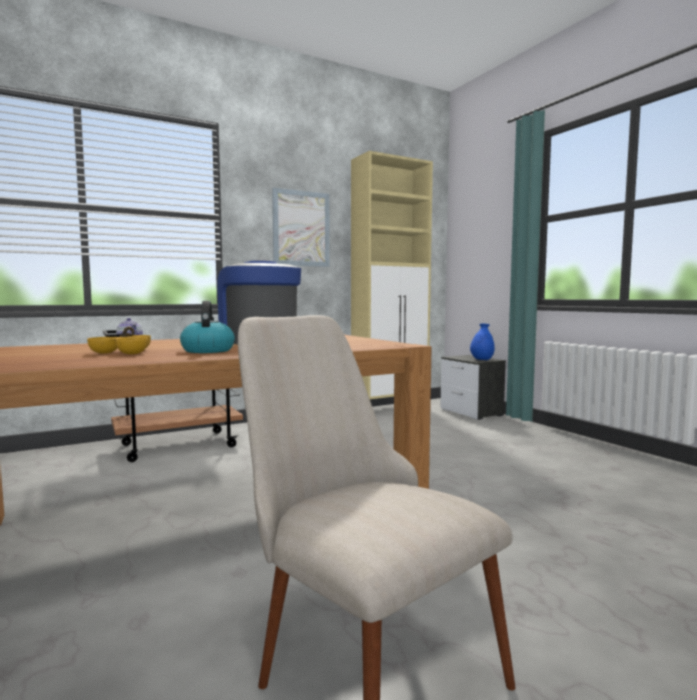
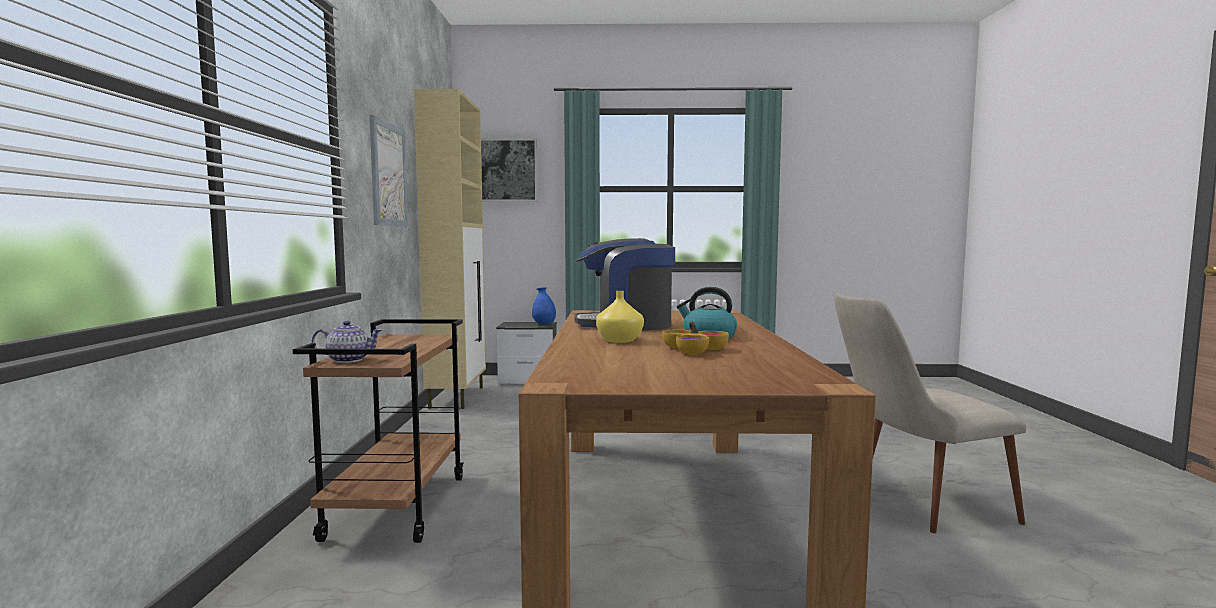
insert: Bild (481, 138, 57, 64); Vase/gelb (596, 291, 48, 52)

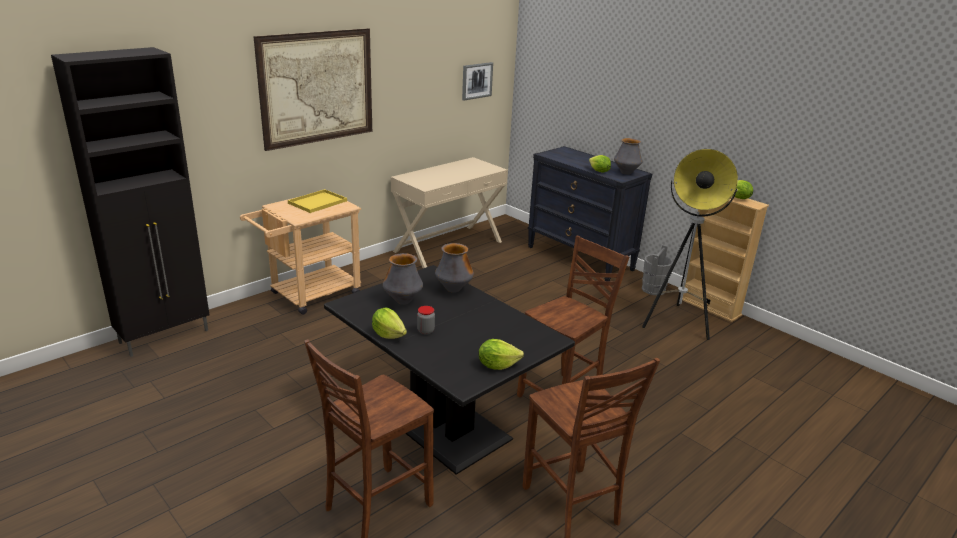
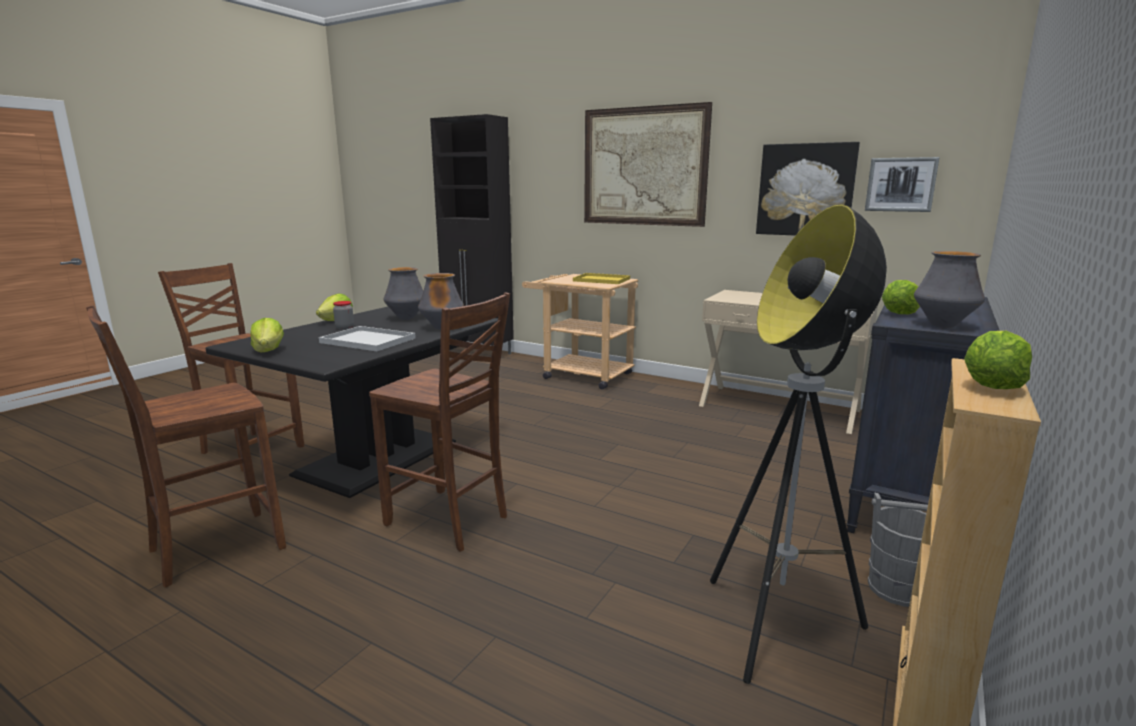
insert: Tablett/weiß (319, 326, 97, 25); Bild (756, 142, 104, 94)

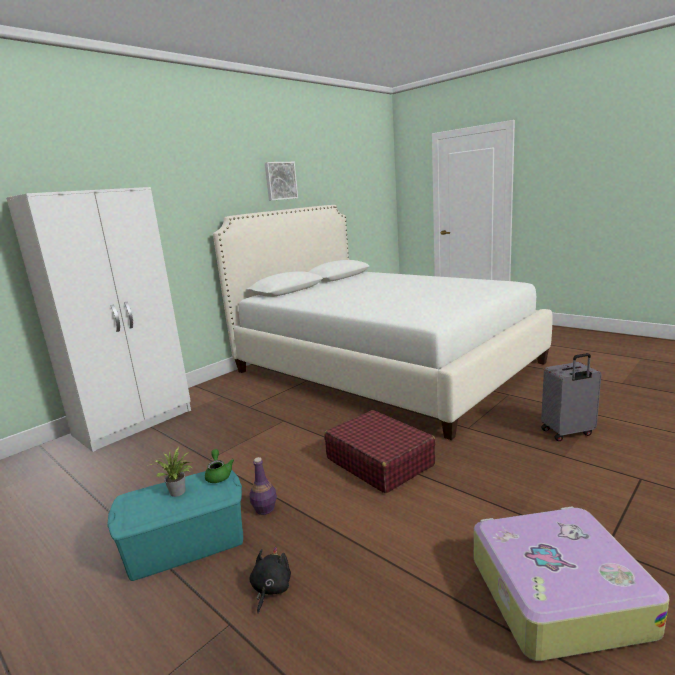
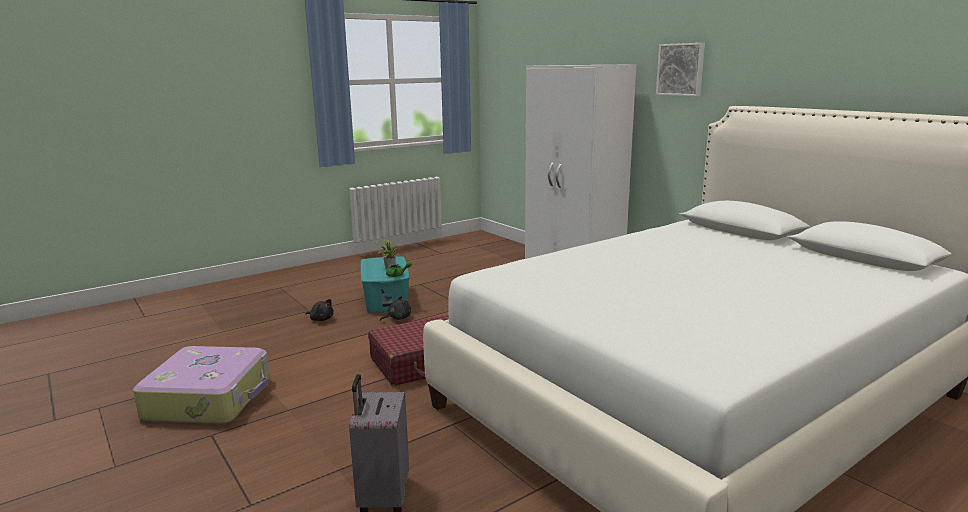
move: Bild (265, 162, 33, 39) to (656, 43, 49, 53)
replace: Flasche/lila (249, 457, 28, 58) to Plüschtier/schwarz (380, 296, 31, 25)

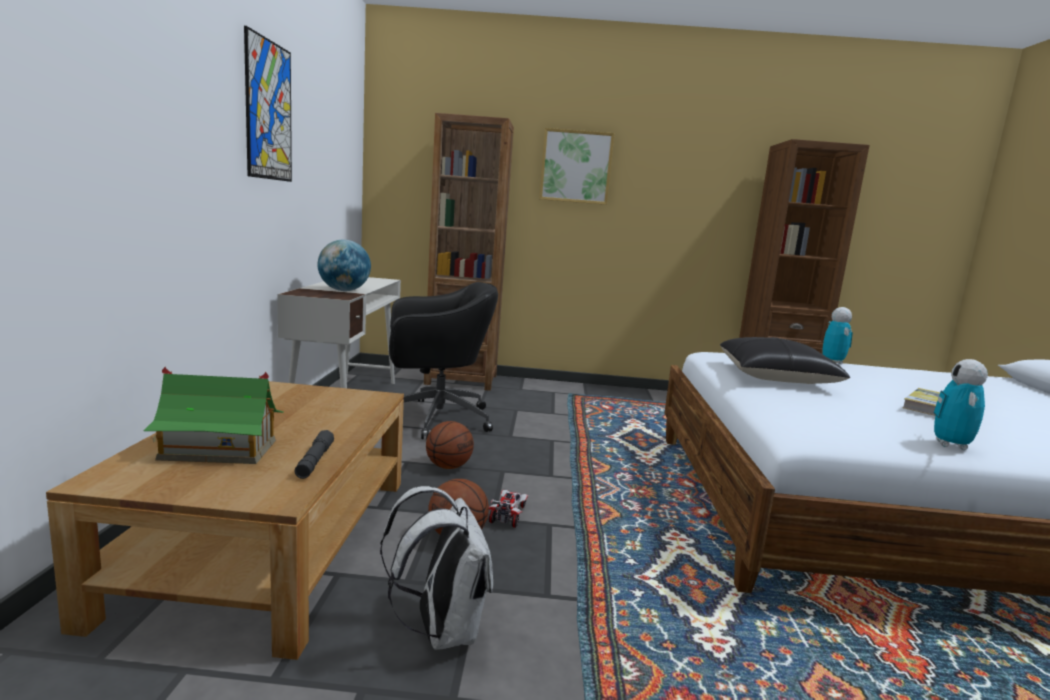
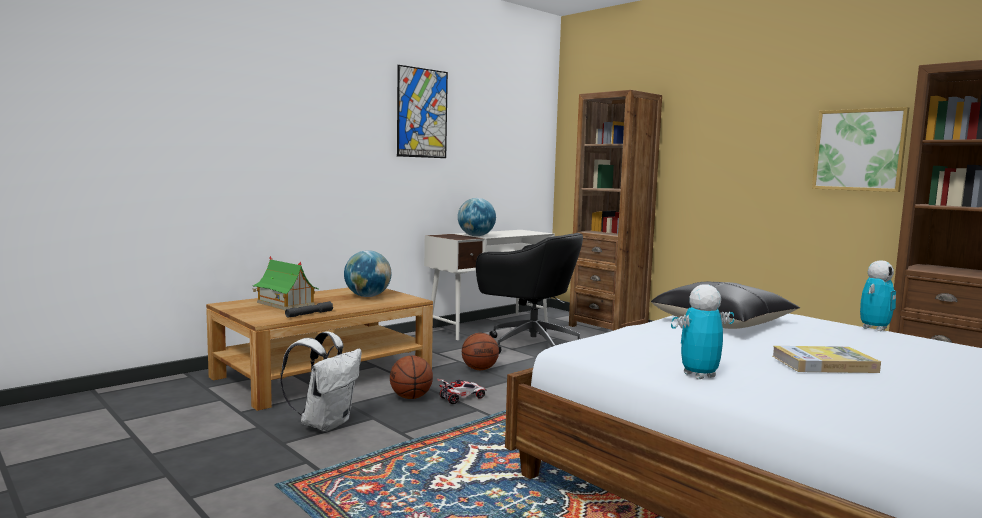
insert: Globus (344, 250, 48, 47)
move: Bild (539, 128, 76, 77) to (812, 107, 97, 85)

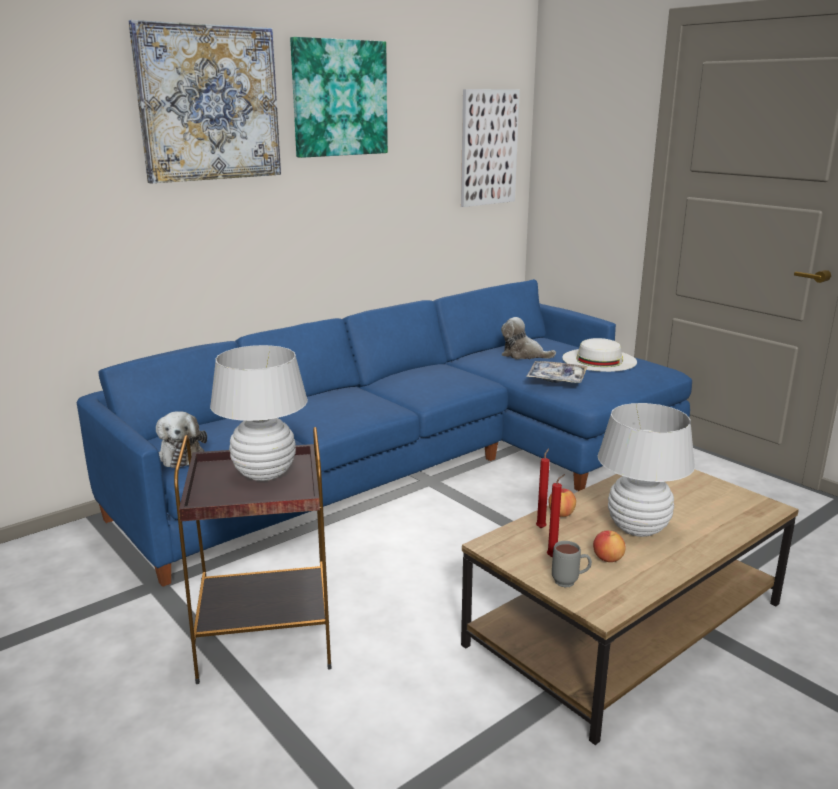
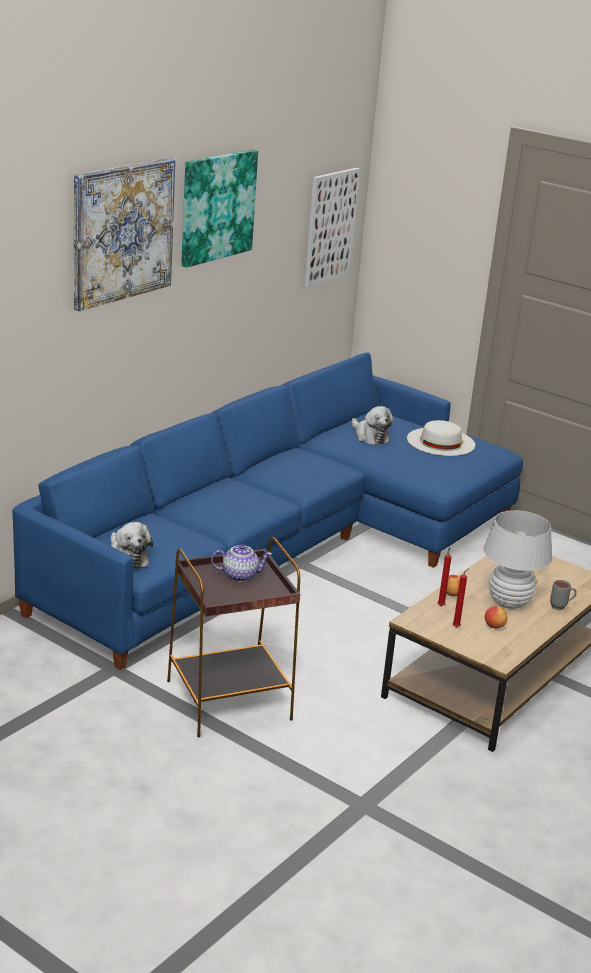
delete: Tablett (526, 361, 62, 22)
move: Henkelbecher/grau (552, 541, 40, 47) to (550, 580, 27, 30)
replace: Tischlampe/weiß (210, 345, 98, 136) to Teekanne (211, 544, 61, 38)
rotate: Plüschtier (501, 317, 55, 42) = (352, 406, 41, 39) 135 degrees counterclockwise

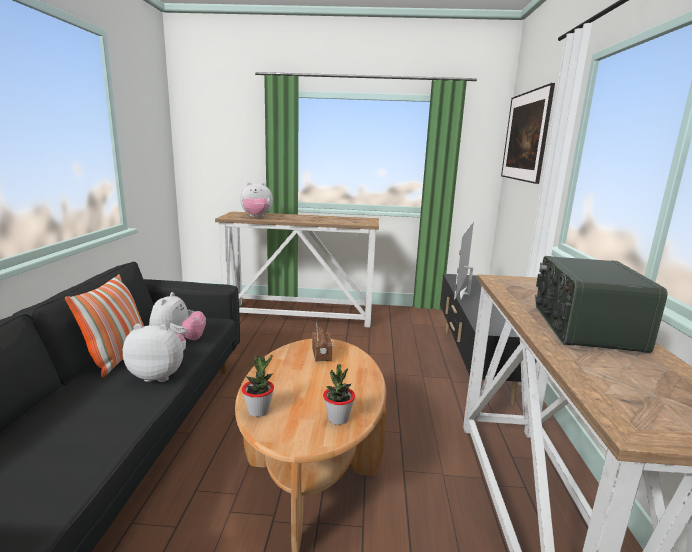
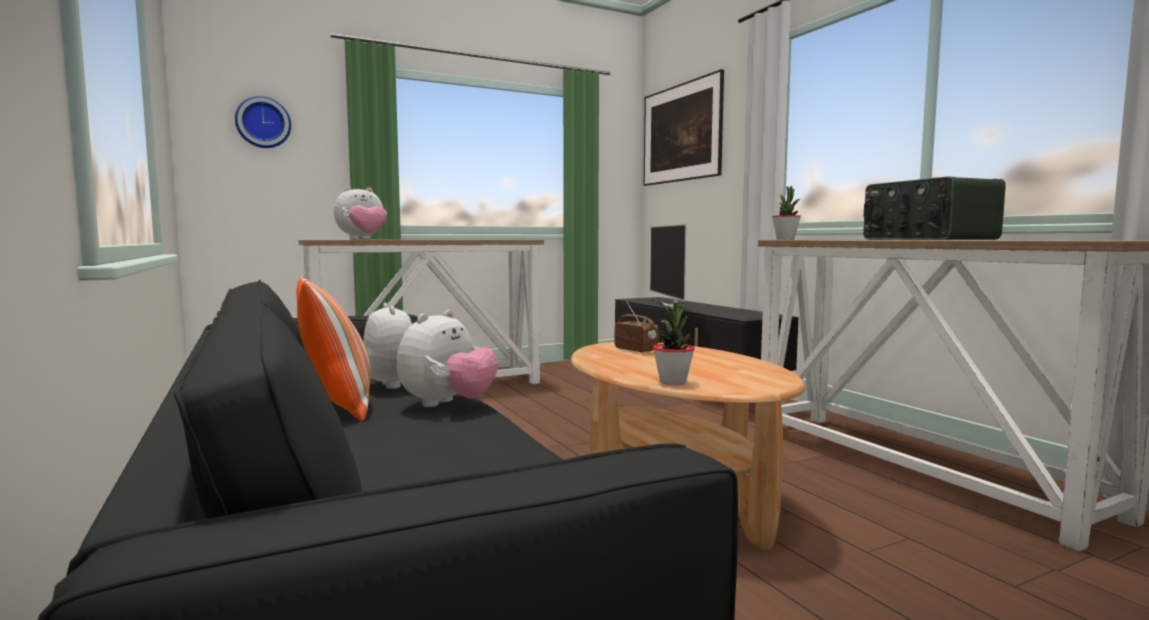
insert: Wanduhr (235, 96, 56, 52)
move: Topfpflanze (323, 364, 32, 61) to (772, 186, 29, 54)
rotate: Plüschtier (123, 324, 63, 58) = (397, 310, 102, 97) 150 degrees clockwise

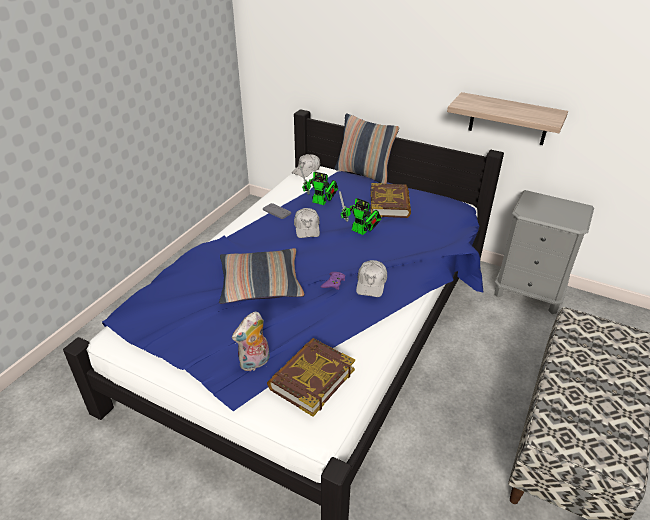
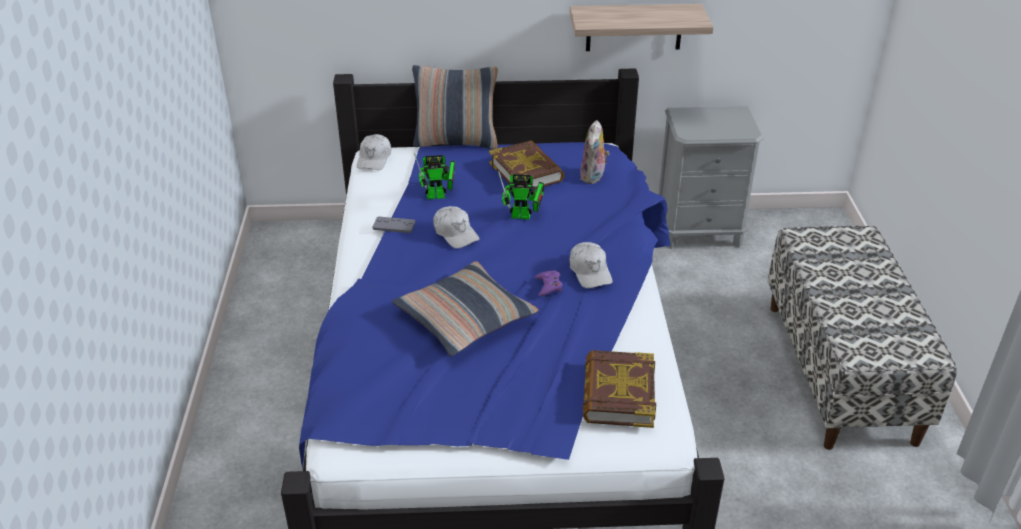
move: Plüschtier (232, 311, 38, 60) to (580, 120, 29, 64)

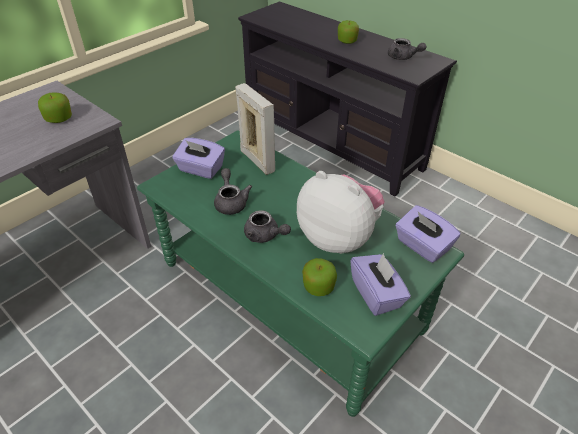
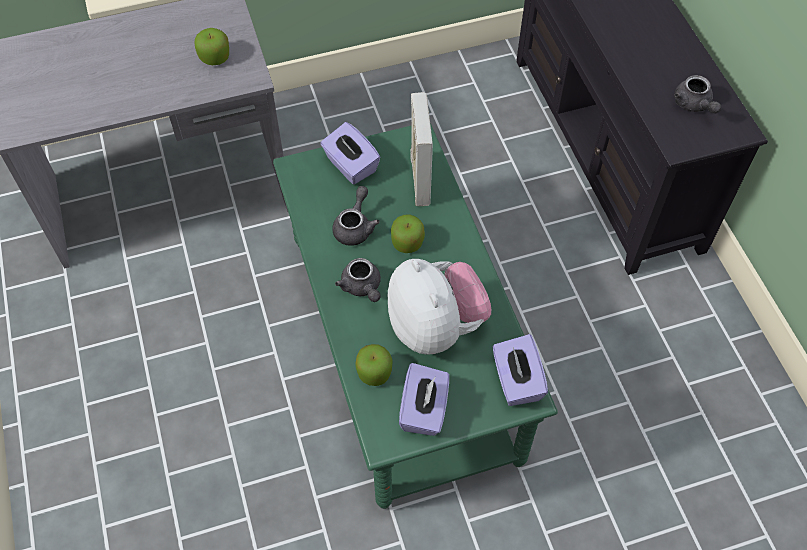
move: Apfel (338, 20, 21, 24) to (391, 214, 34, 39)

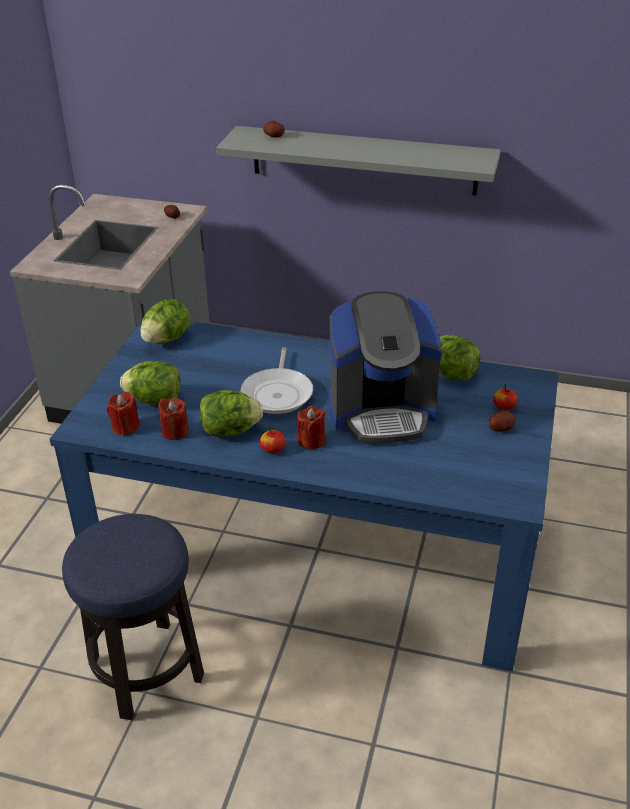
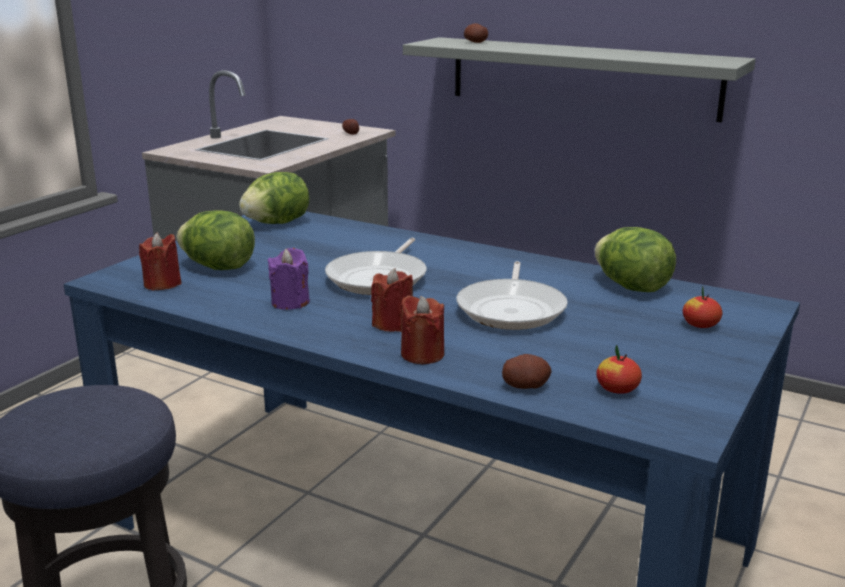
move: Kerze/rot (158, 398, 31, 42) to (400, 295, 44, 69); Apfel (260, 426, 26, 27) to (596, 345, 46, 49); Kartoffel (489, 411, 27, 21) to (502, 354, 50, 35)
replace: Salatkopf (200, 390, 63, 47) to Kerze/lila (268, 248, 42, 62); Kaffeemaschine (330, 291, 113, 152) to Pfanne (456, 261, 112, 69)

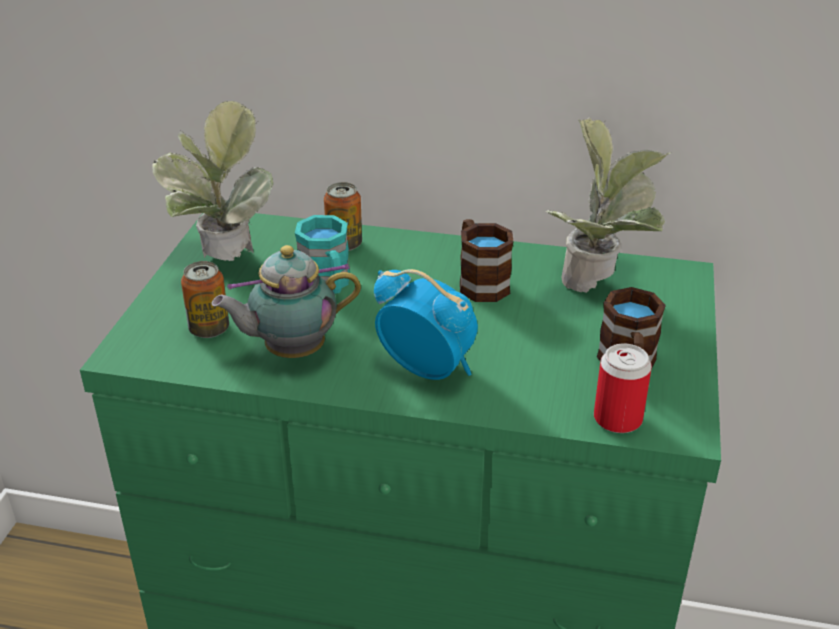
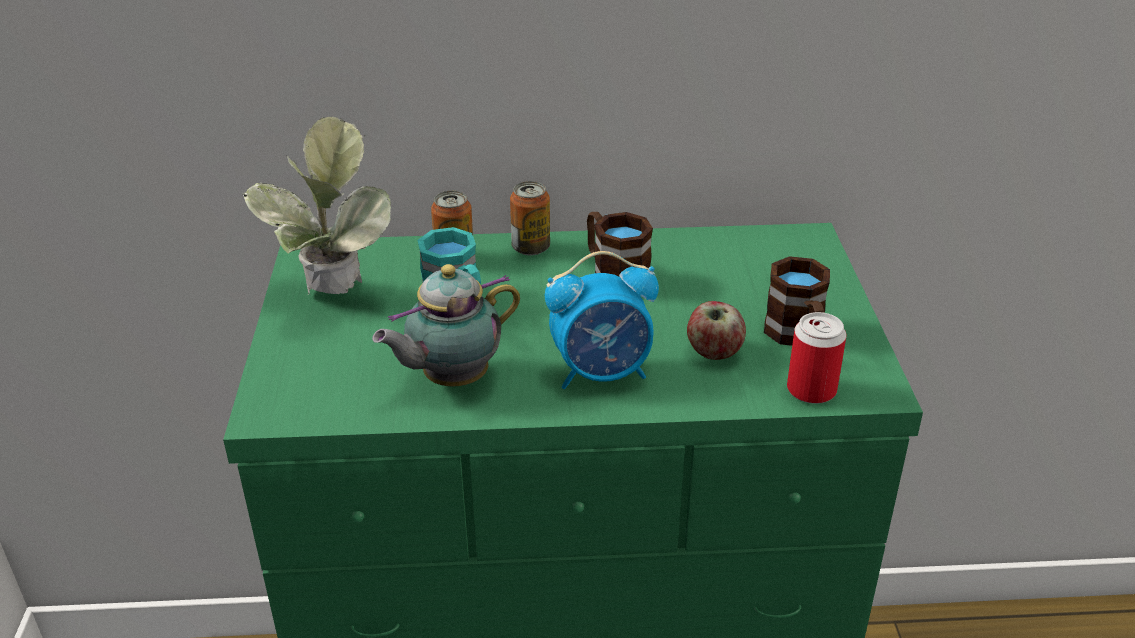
delete: Topfpflanze (546, 117, 124, 176)
insert: Apfel (687, 301, 59, 59)
move: Dose (181, 261, 48, 77) to (510, 181, 40, 75)
rotate: Wecker (374, 269, 104, 111) = (545, 251, 114, 138) 150 degrees clockwise

